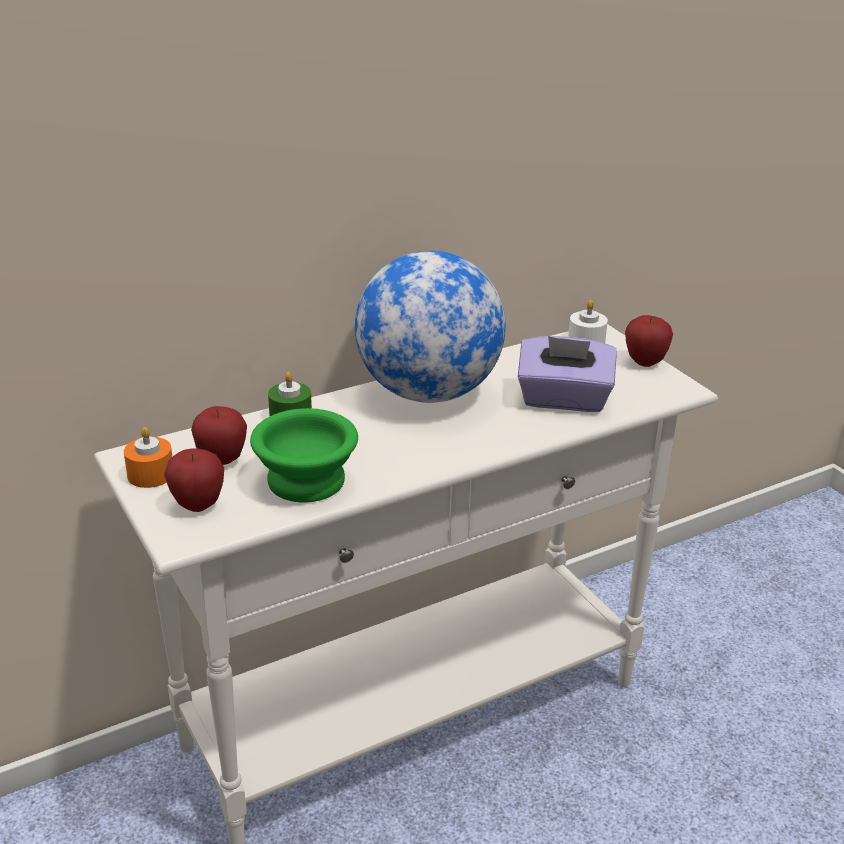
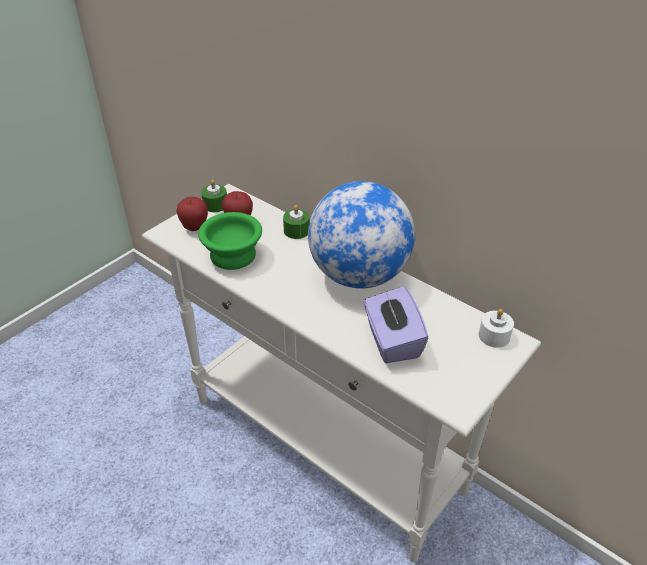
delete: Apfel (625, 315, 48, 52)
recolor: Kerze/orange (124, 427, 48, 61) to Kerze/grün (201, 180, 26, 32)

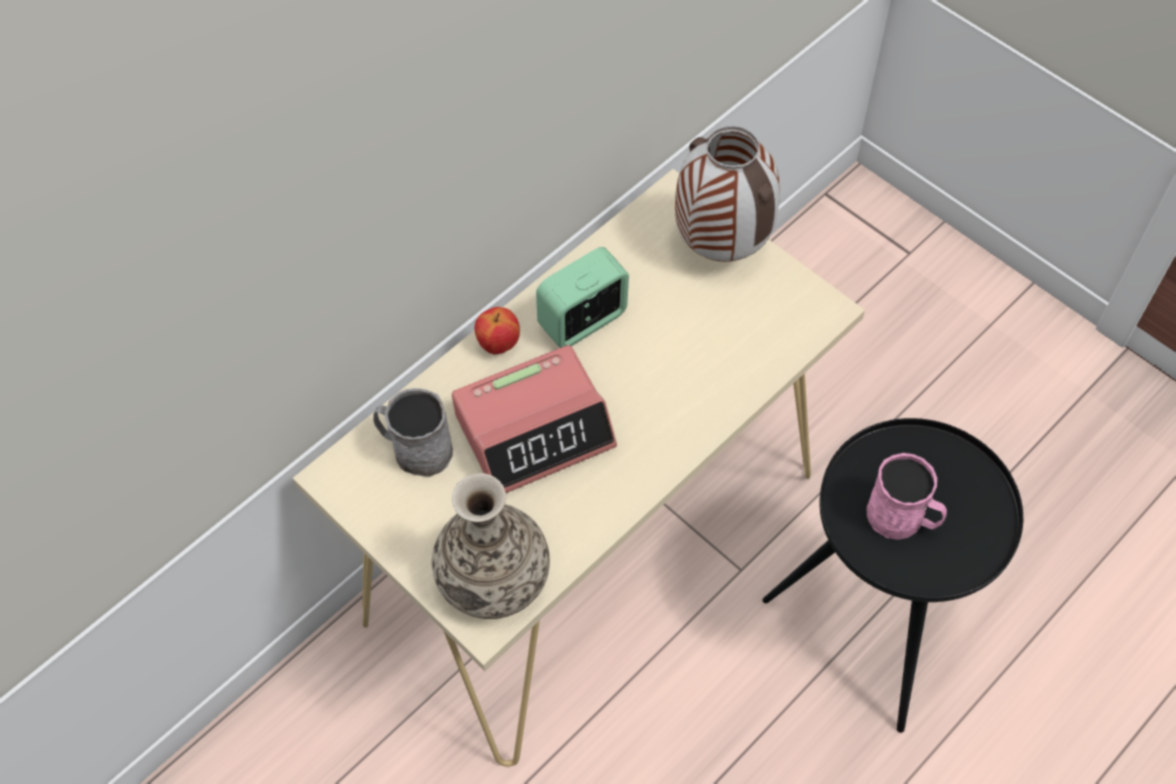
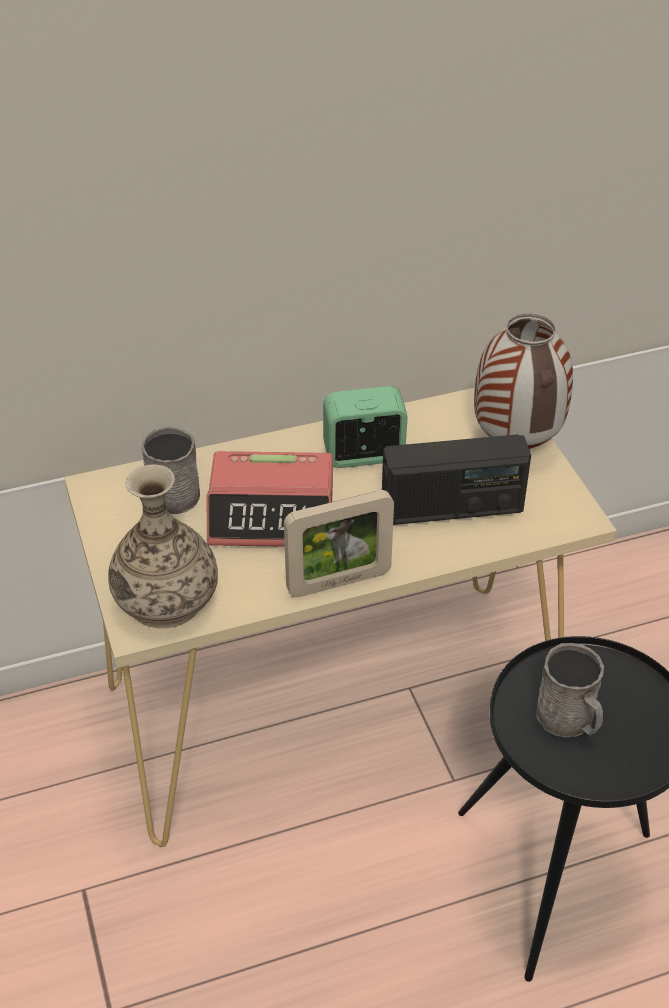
delete: Apfel (475, 307, 45, 48)
insert: Bilderrahmen (284, 490, 110, 107); Radio (382, 434, 149, 91)
recolor: Henkelbecher/rosa (867, 453, 80, 87) to Henkelbecher/grau (536, 643, 68, 95)

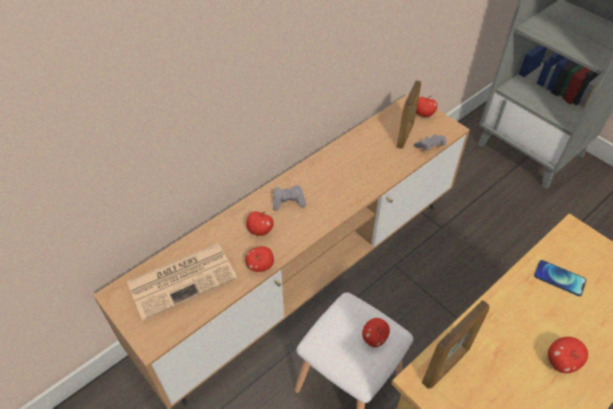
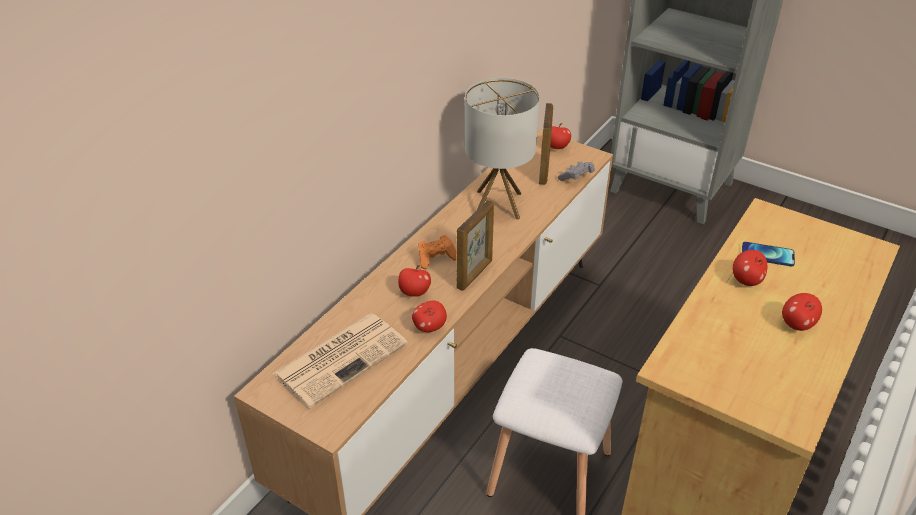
insert: Tischlampe (465, 78, 75, 142)
move: Apfel (362, 318, 28, 29) to (733, 250, 34, 36); Bilderrahmen (422, 300, 68, 89) to (457, 200, 37, 91)
recolor: Gamepad/grau (273, 185, 33, 26) to Gamepad/orange (418, 235, 39, 34)

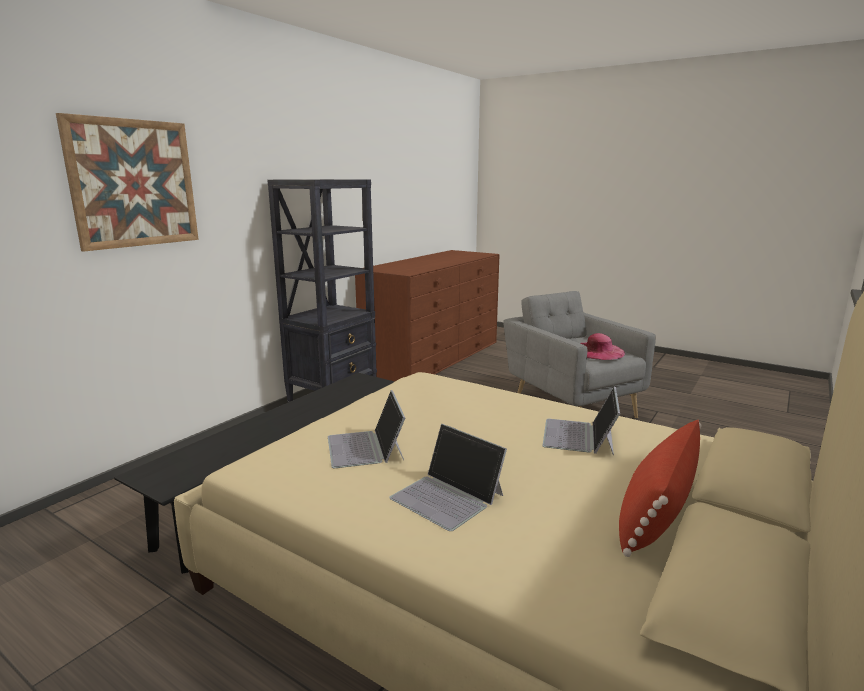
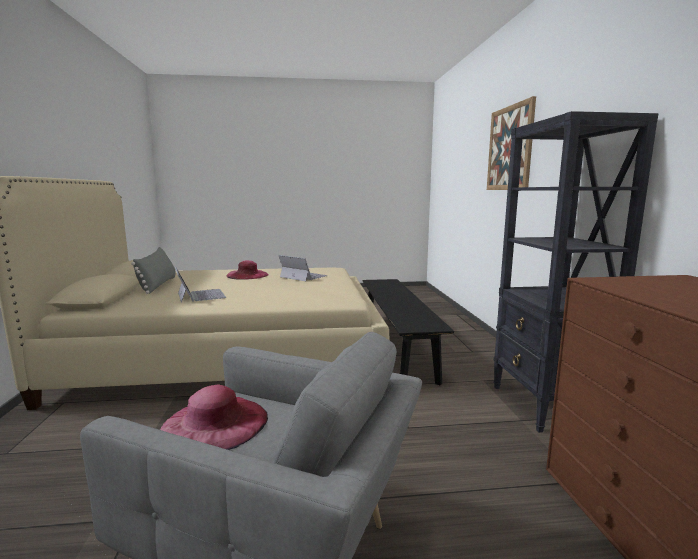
replace: Laptop (389, 424, 118, 107) to Hut/rosa (226, 260, 42, 20)
recolor: Kissen/rot (619, 420, 83, 137) to Kissen/grau (131, 247, 45, 47)

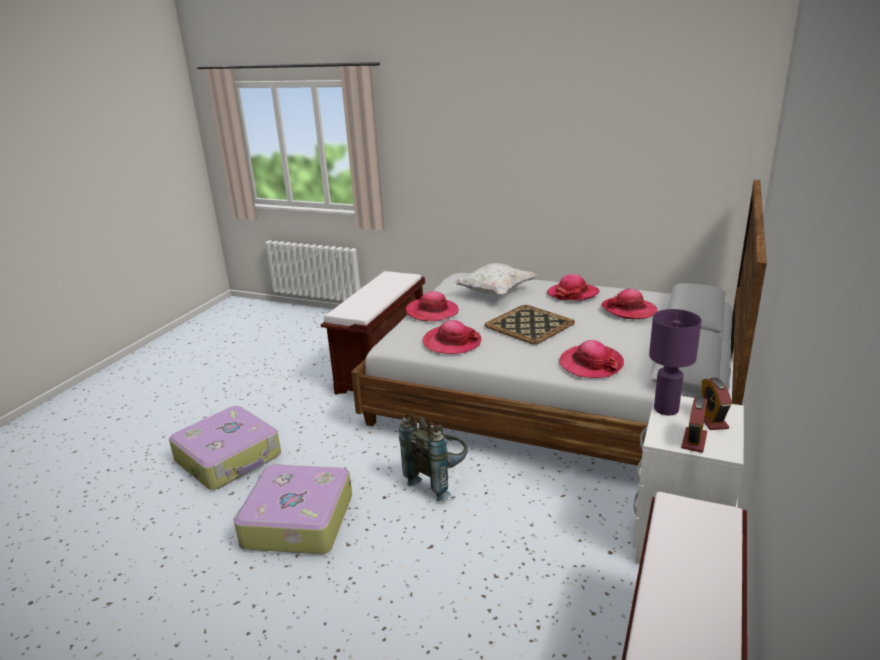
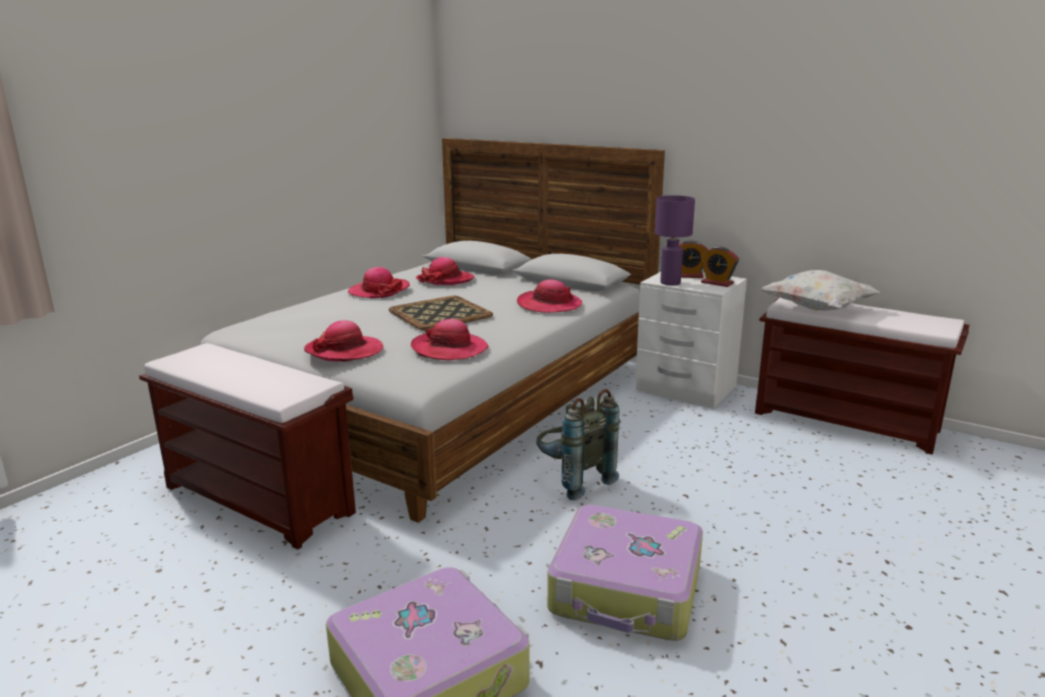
move: Kissen/weiß (453, 263, 84, 33) to (760, 270, 120, 40)

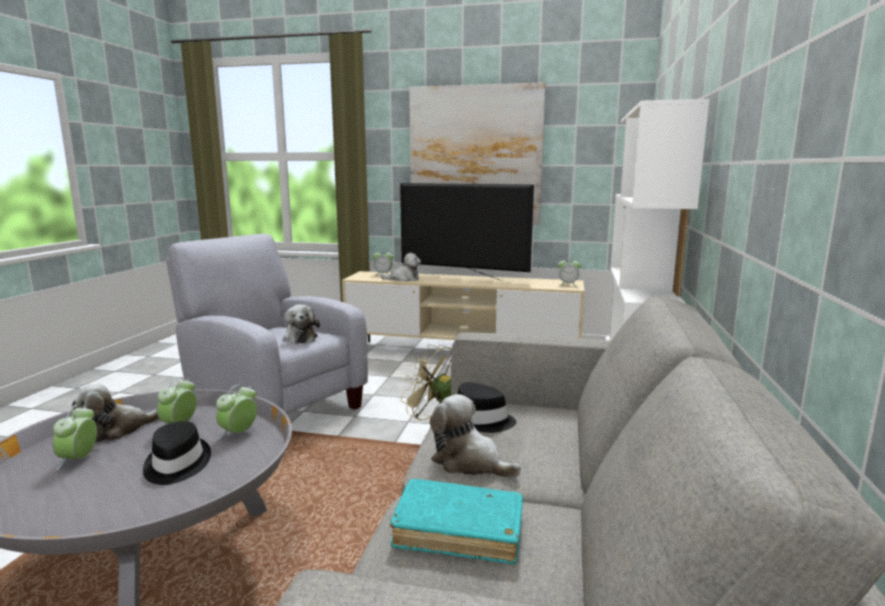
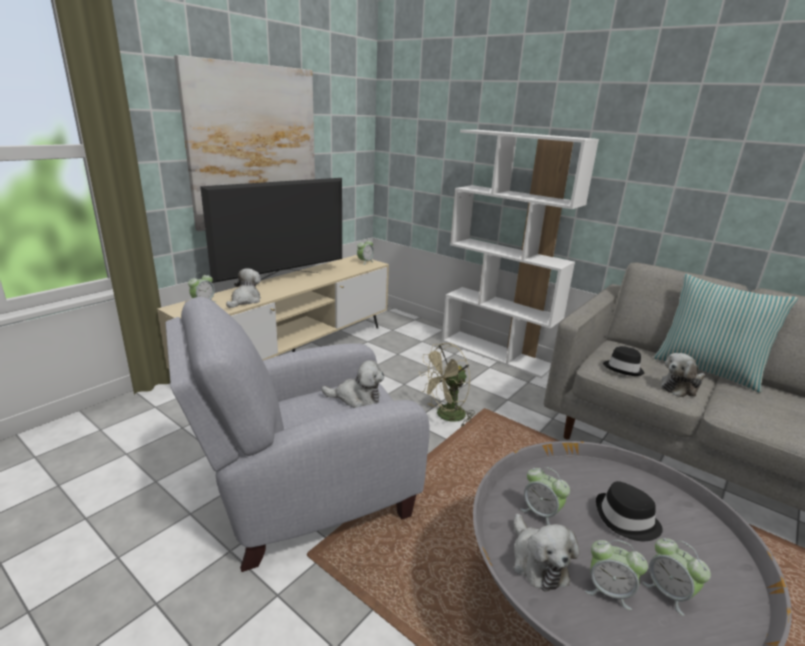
delete: Buch/türkis (390, 479, 133, 85)
insert: Kissen (654, 274, 144, 119)
move: Wecker (216, 384, 41, 55) to (642, 538, 69, 78)

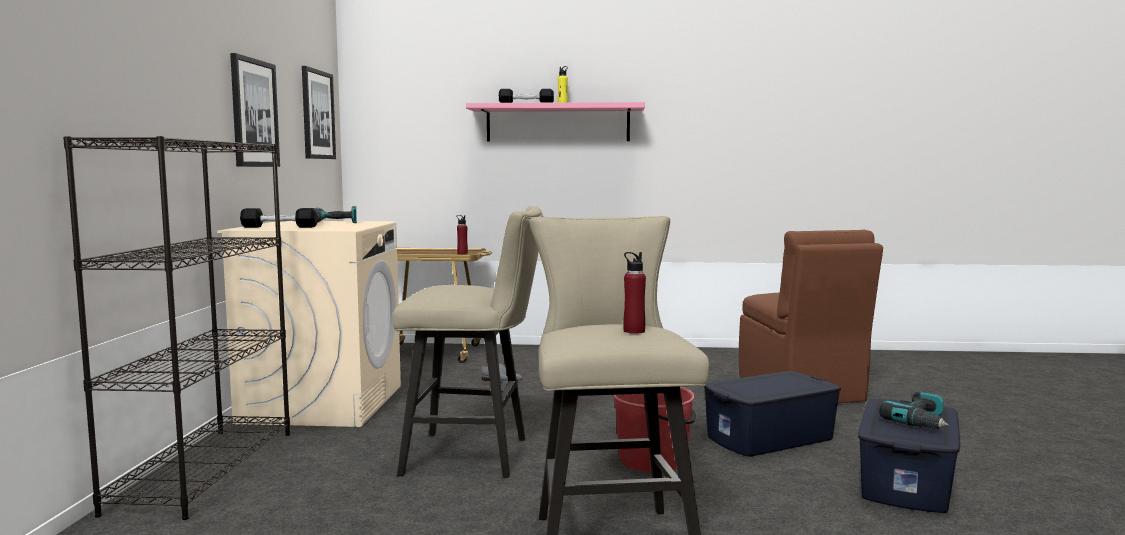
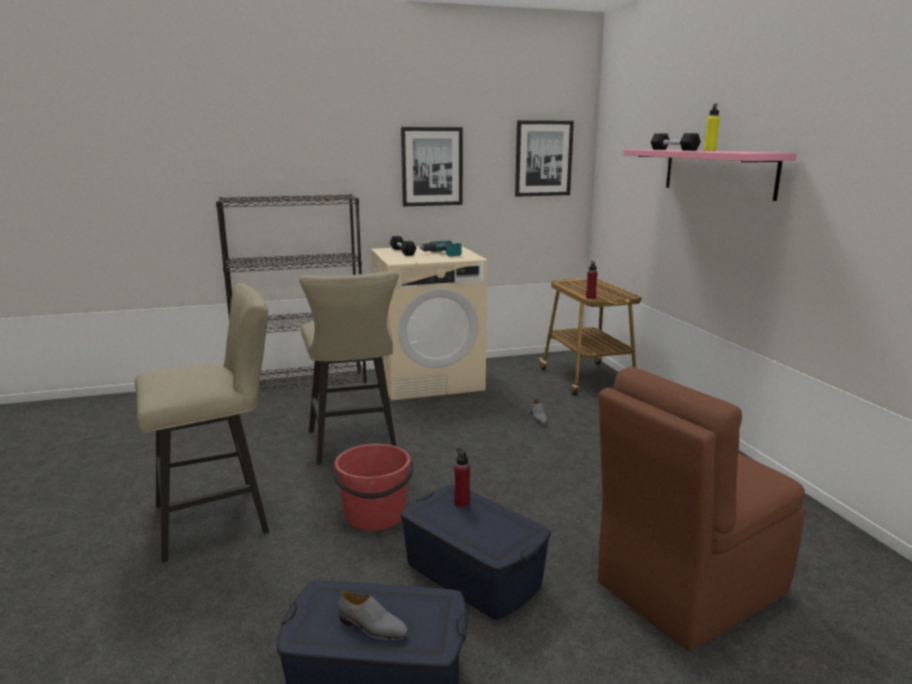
move: Flasche/rot (623, 252, 23, 82) to (454, 448, 16, 59)
replace: Bohrmaschine (879, 391, 70, 38) to Schuh/grau (339, 590, 69, 50)

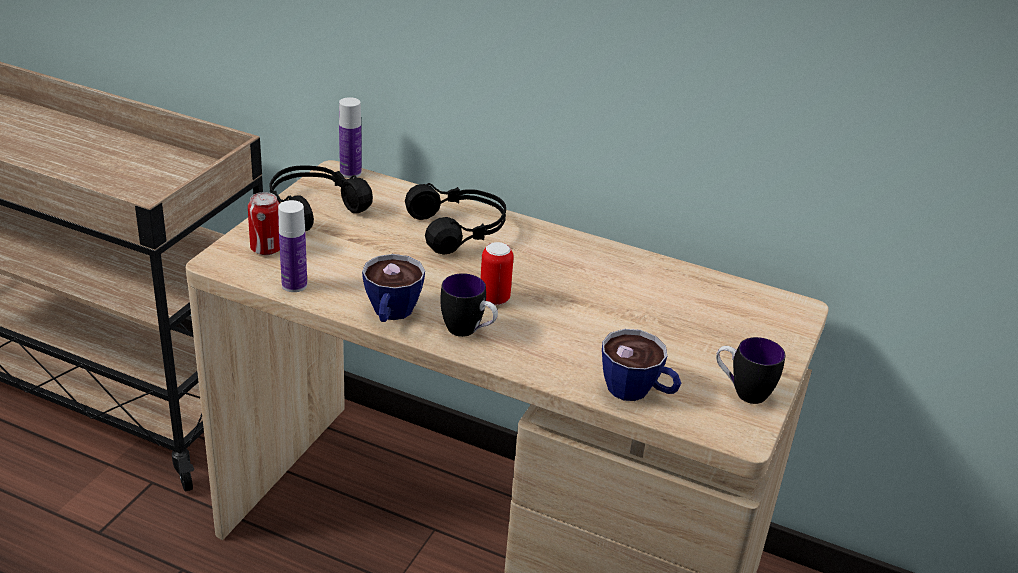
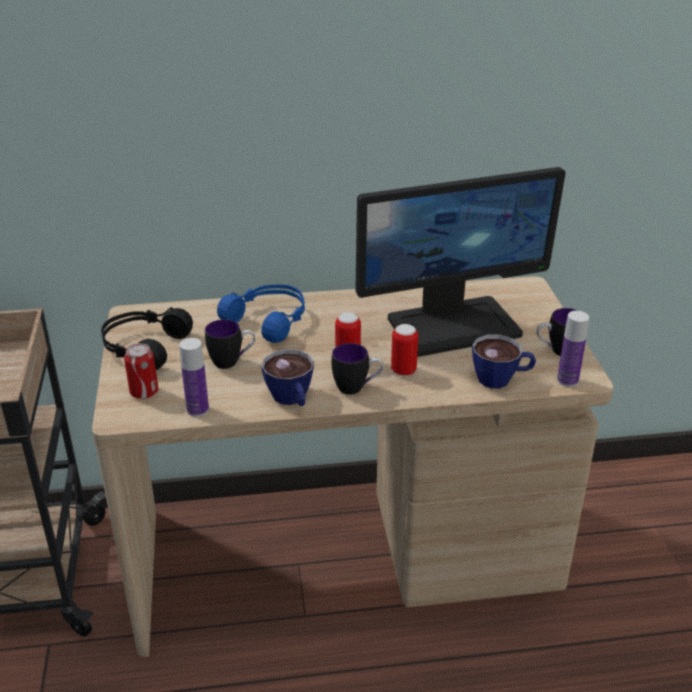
insert: Henkelbecher (205, 319, 50, 50); Monitor (355, 167, 211, 190); Dose (391, 324, 27, 52)
move: Flasche (339, 97, 23, 81) to (557, 311, 32, 76)
recolor: Kopfhörer/schwarz (405, 183, 101, 72) to Kopfhörer/blau (217, 284, 88, 59)

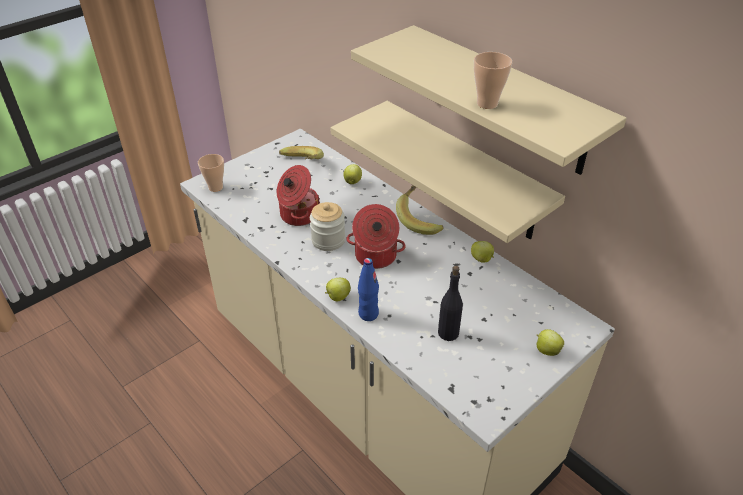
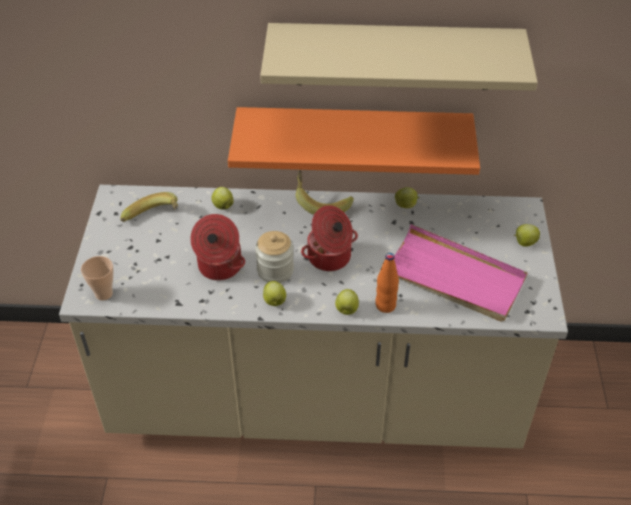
delete: Tasse (474, 52, 38, 57)
insert: Apfel (263, 281, 23, 25)
replace: Flasche/schwarz (438, 266, 25, 75) to Tablett/rosa (394, 224, 134, 98)
recolor: Wandregal/beige (330, 101, 235, 142) to Wandregal/orange (228, 107, 252, 68); Flasche/blau (358, 258, 21, 63) to Flasche/orange (376, 253, 23, 60)

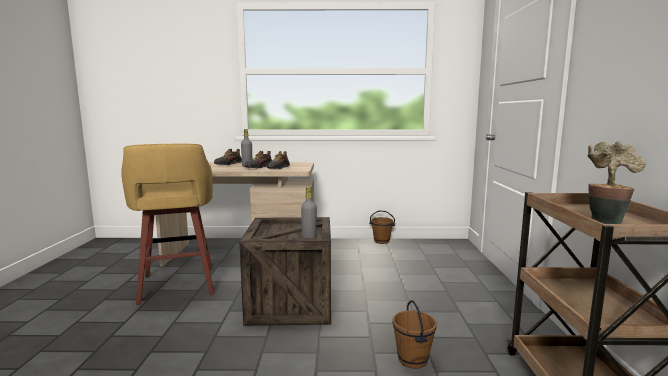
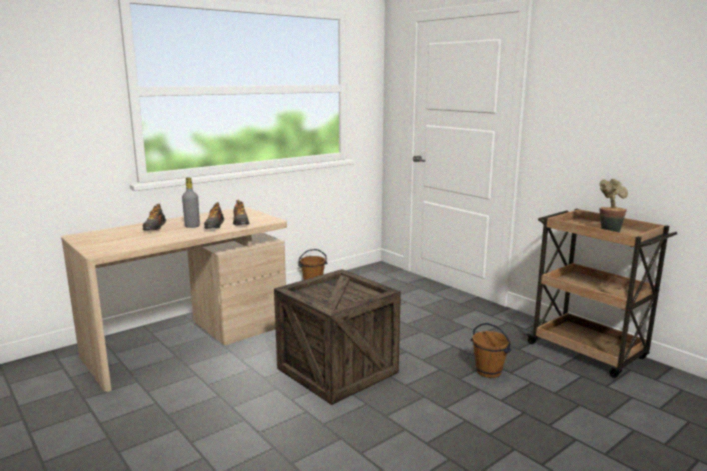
delete: Hocker/gelb (121, 144, 93, 161); Flasche/grau (301, 187, 16, 51)

